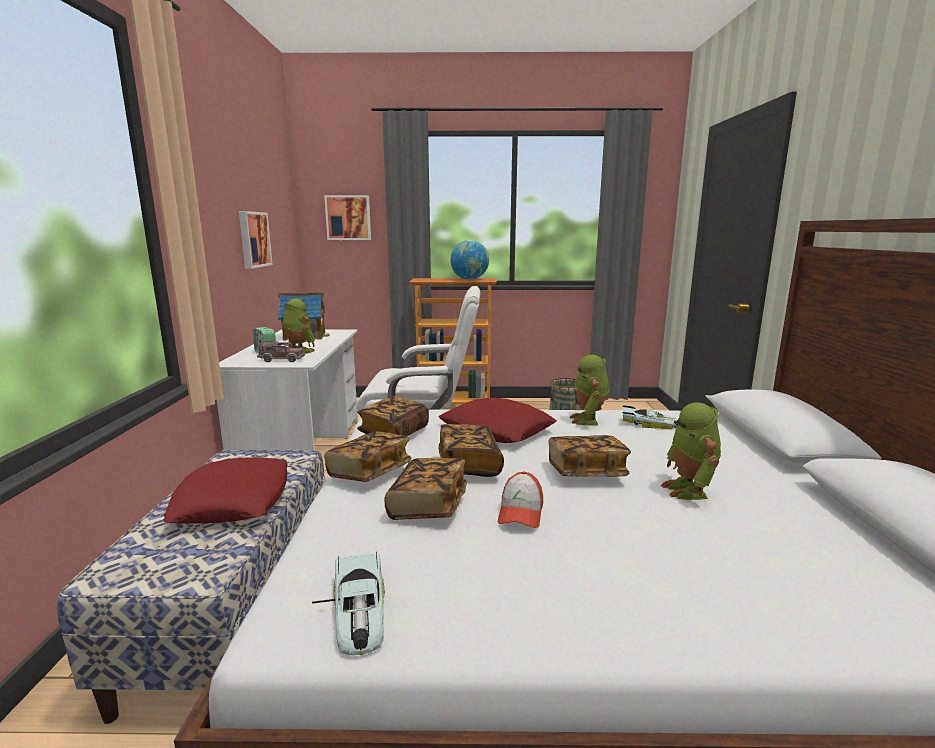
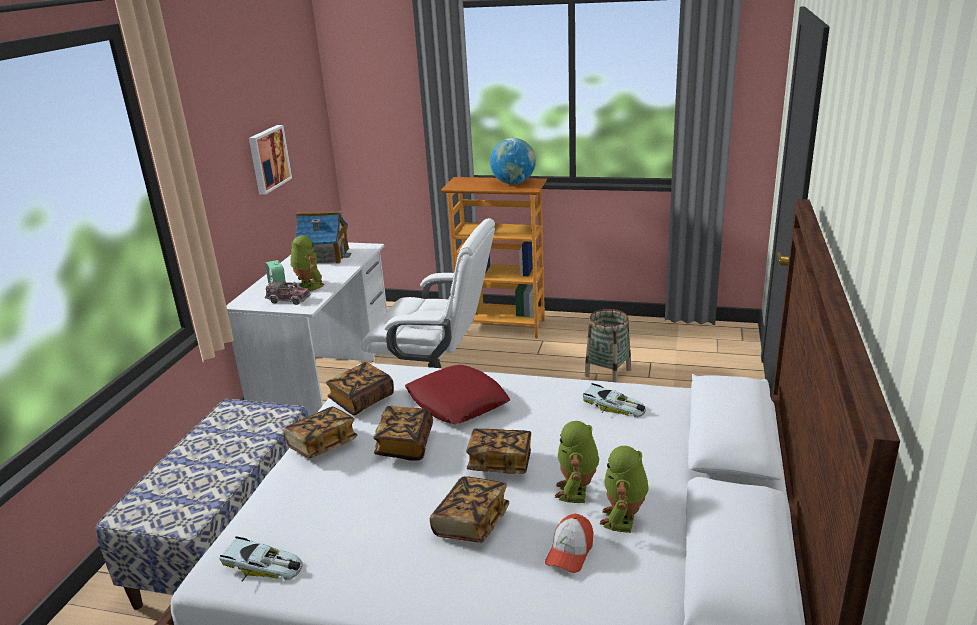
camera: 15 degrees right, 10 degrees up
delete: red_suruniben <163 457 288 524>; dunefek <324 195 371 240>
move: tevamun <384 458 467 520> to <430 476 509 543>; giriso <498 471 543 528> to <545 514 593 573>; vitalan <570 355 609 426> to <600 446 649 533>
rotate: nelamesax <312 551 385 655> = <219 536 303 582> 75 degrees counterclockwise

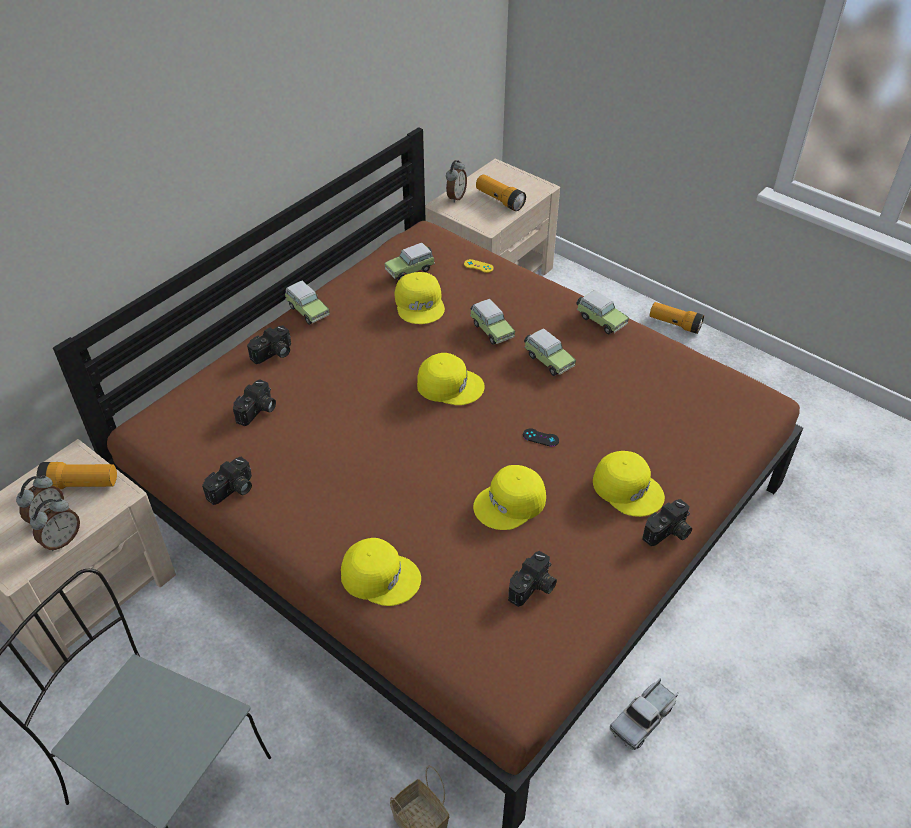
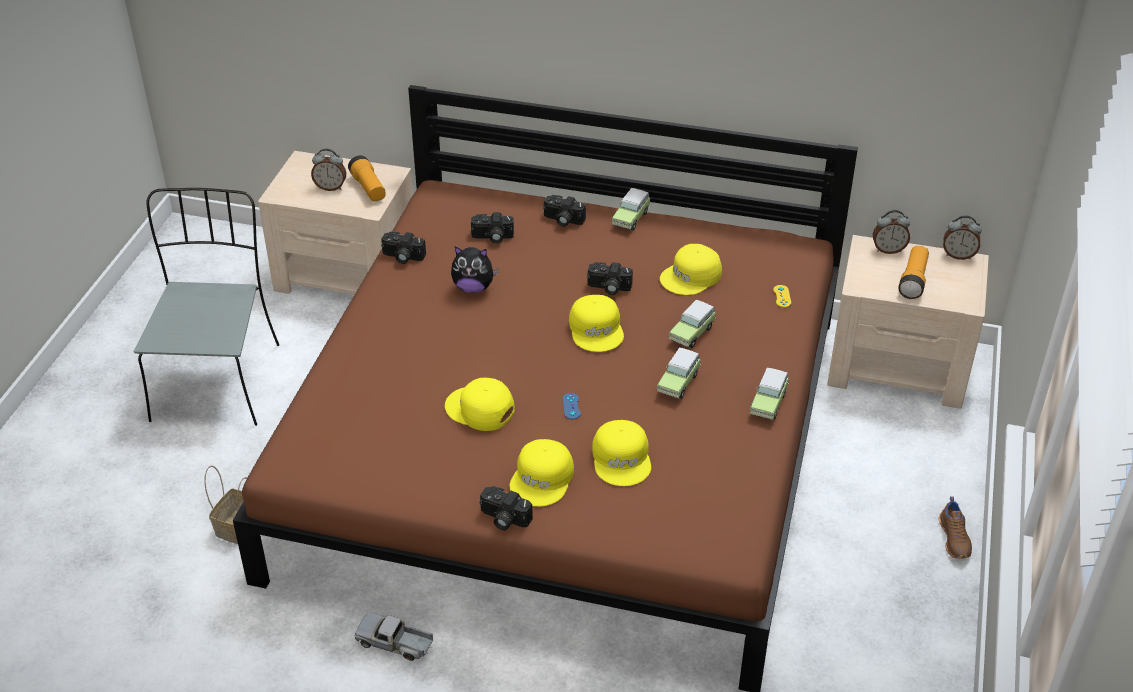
camera: 65 degrees right, 5 degrees down
delete: nelamesax <384 243 435 280>
insert: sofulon <451 246 499 293>
move: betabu <508 551 557 607> to <587 262 633 295>; yellow_giriso <341 538 421 606> to <592 420 651 486>; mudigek <30 498 80 551> to <943 215 982 260>
replace: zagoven <649 302 704 334> to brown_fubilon <939 496 972 559>
recolor: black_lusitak <523 428 559 447> to blue_lusitak <563 393 581 420>

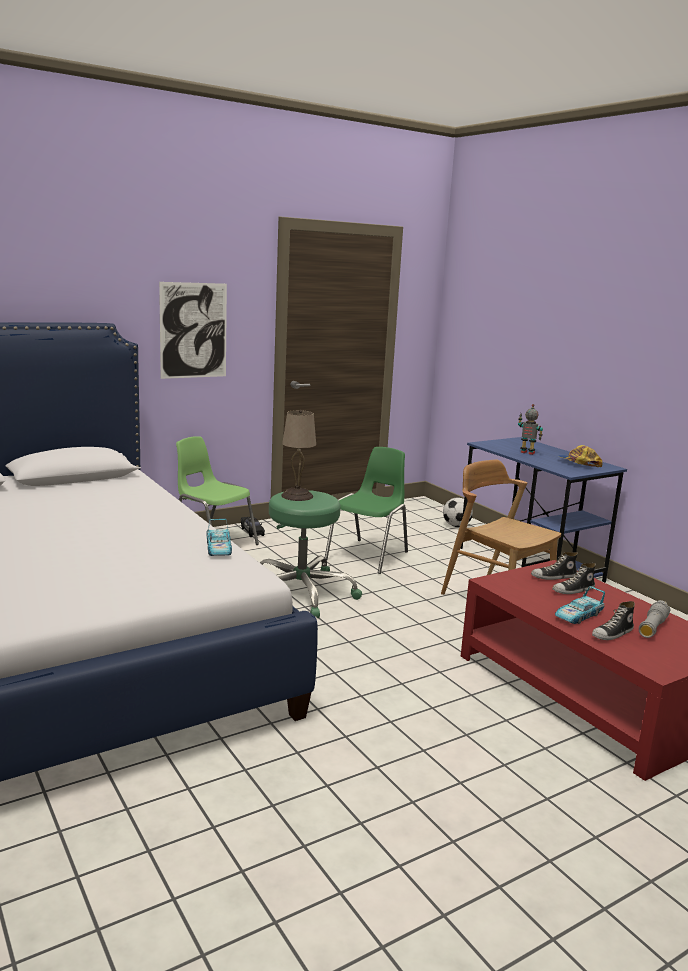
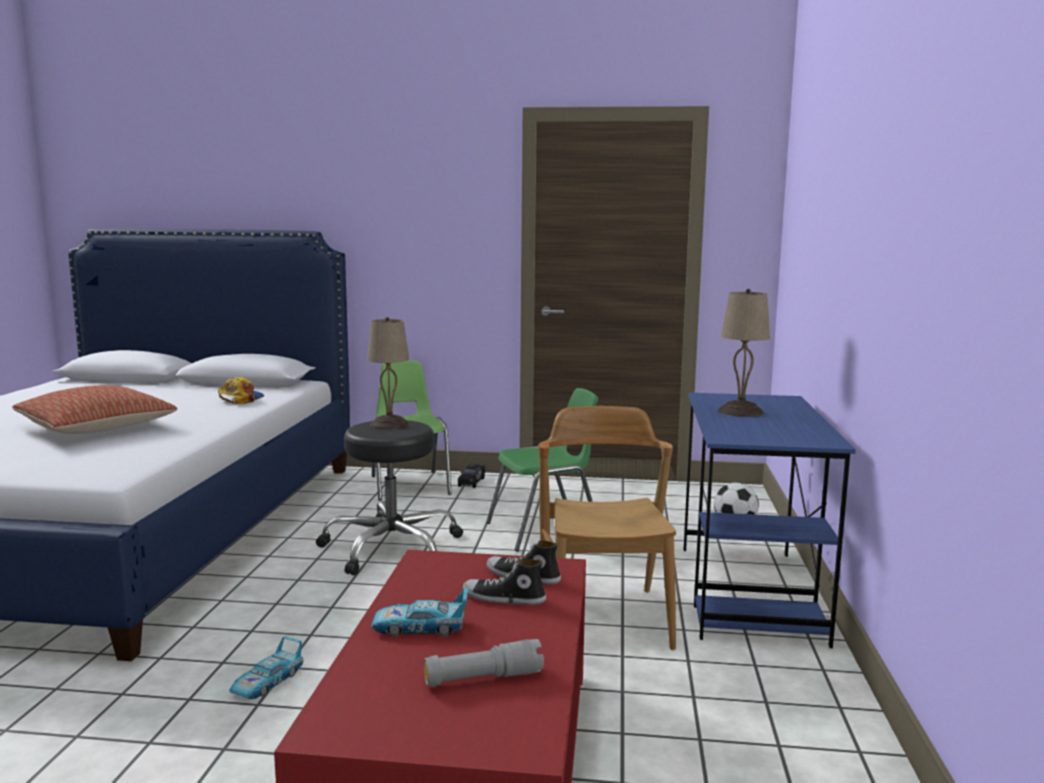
camera: 40 degrees right, 5 degrees down
delete: dunefek <159 282 227 379>; fubilon <592 601 635 640>
insert: suruniben <12 385 178 434>
move: giriso <558 445 602 467> to <218 377 264 404>; nelamesax <207 519 232 556> to <229 636 303 699>
replace: vitalan <518 404 543 455> to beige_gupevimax <718 289 770 417>
recolor: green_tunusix <260 490 362 618> to black_tunusix <316 420 463 575>

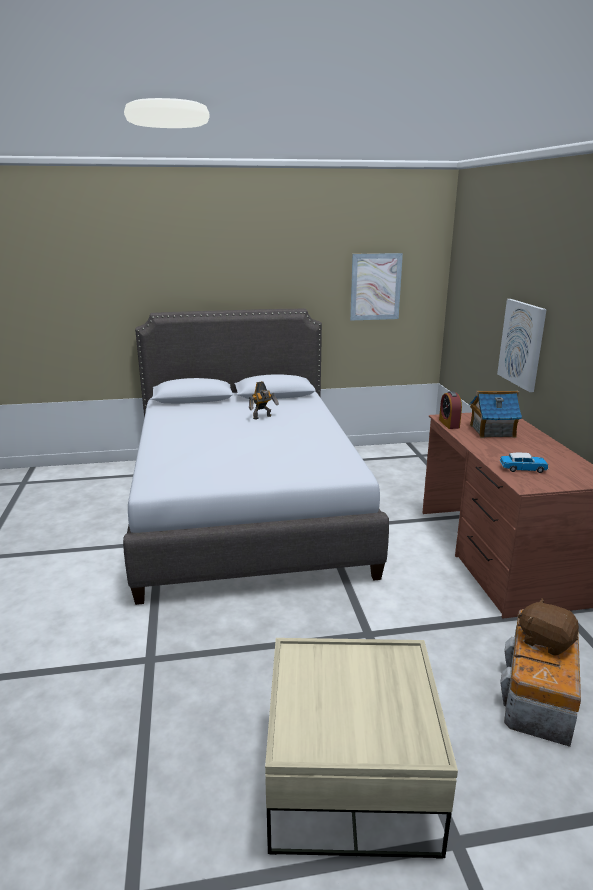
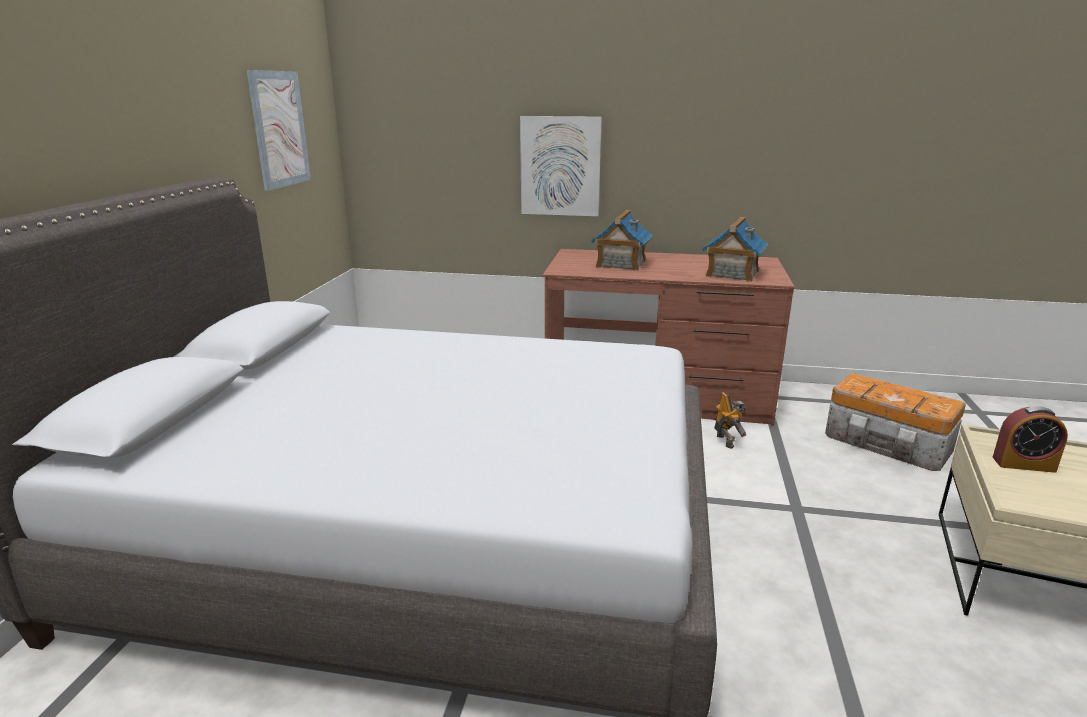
camera: 70 degrees left, 0 degrees up
delete: brown_sofulon <517 598 579 656>
move: vitalan <249 381 279 419> to <714 391 746 449>; mudigek <439 391 462 429> to <993 406 1068 473>
replace: nelamesax <500 453 548 473> to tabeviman <702 217 768 282>

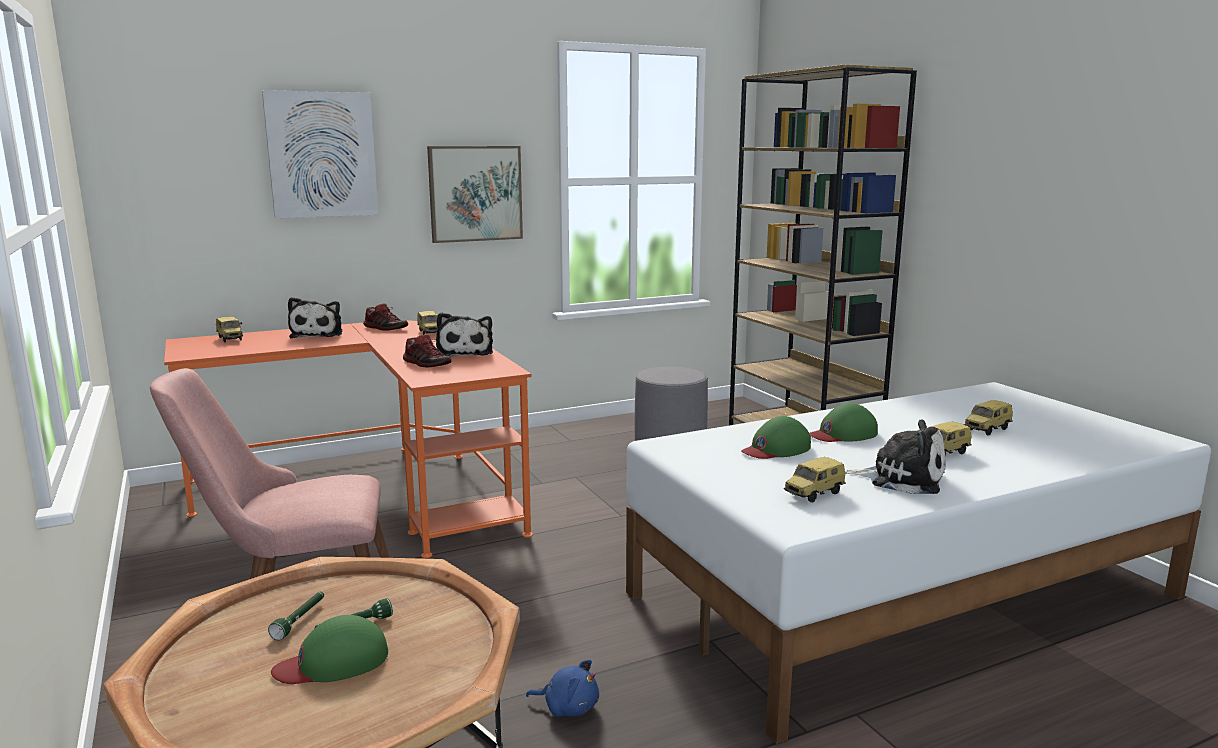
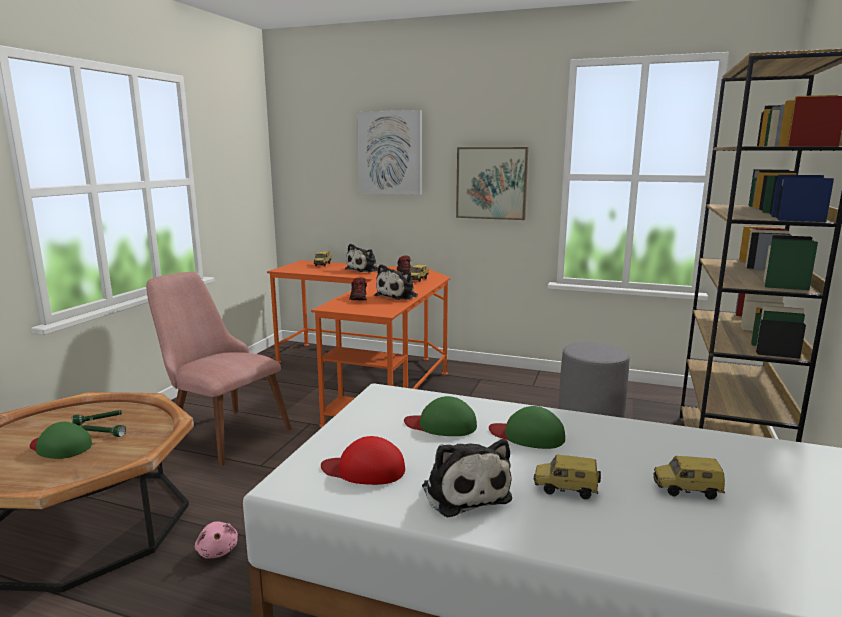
camera: 45 degrees right, 0 degrees up
replace: nelamesax <784 457 846 503> to red_giriso <321 436 405 485>
recolor: blue_sofulon <526 659 599 717> to pink_sofulon <195 521 238 558>

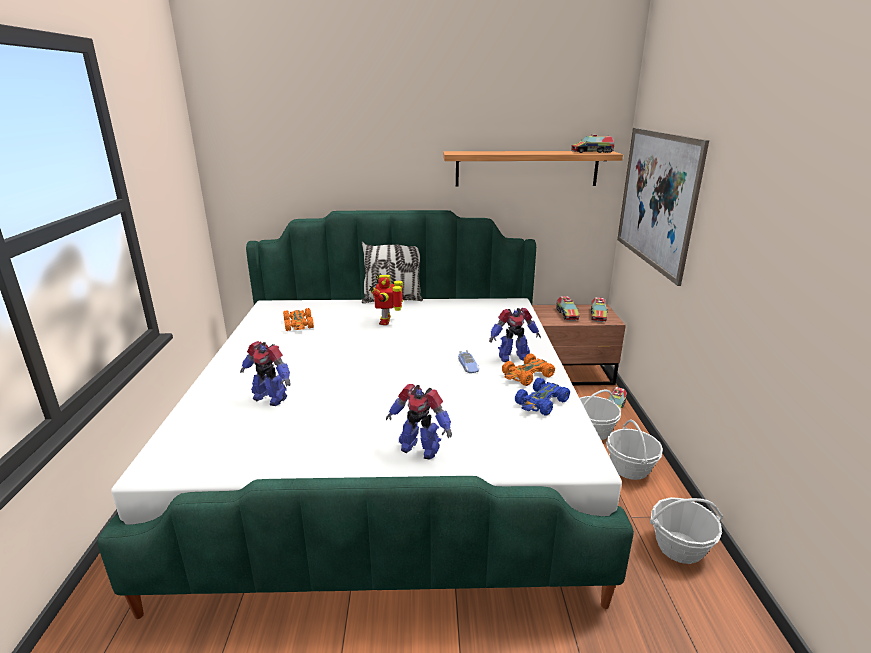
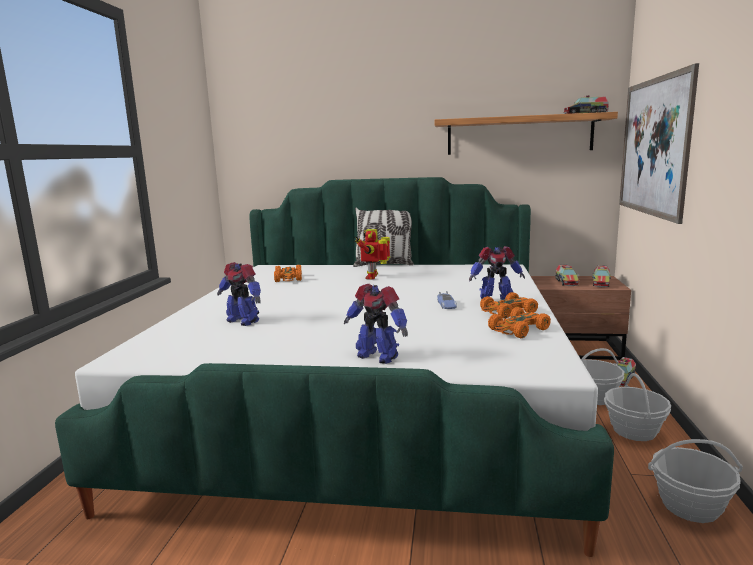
camera: 10 degrees right, 10 degrees down
recolor: blue_nelamesax <515 377 570 416> to orange_nelamesax <488 307 551 338>

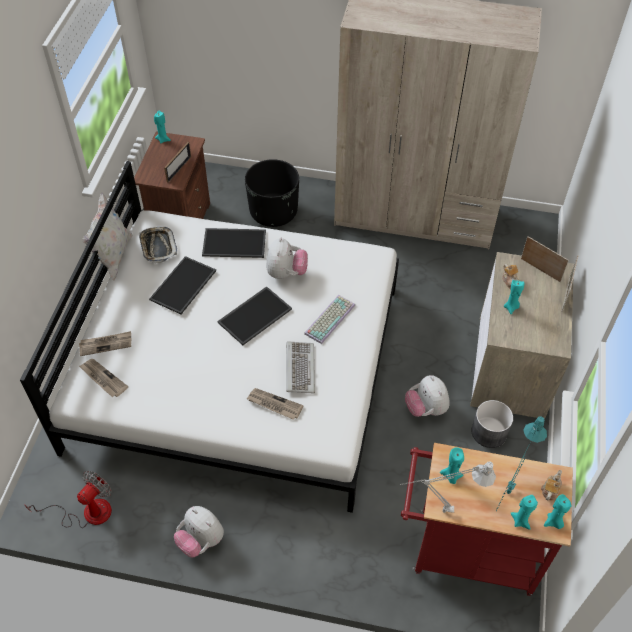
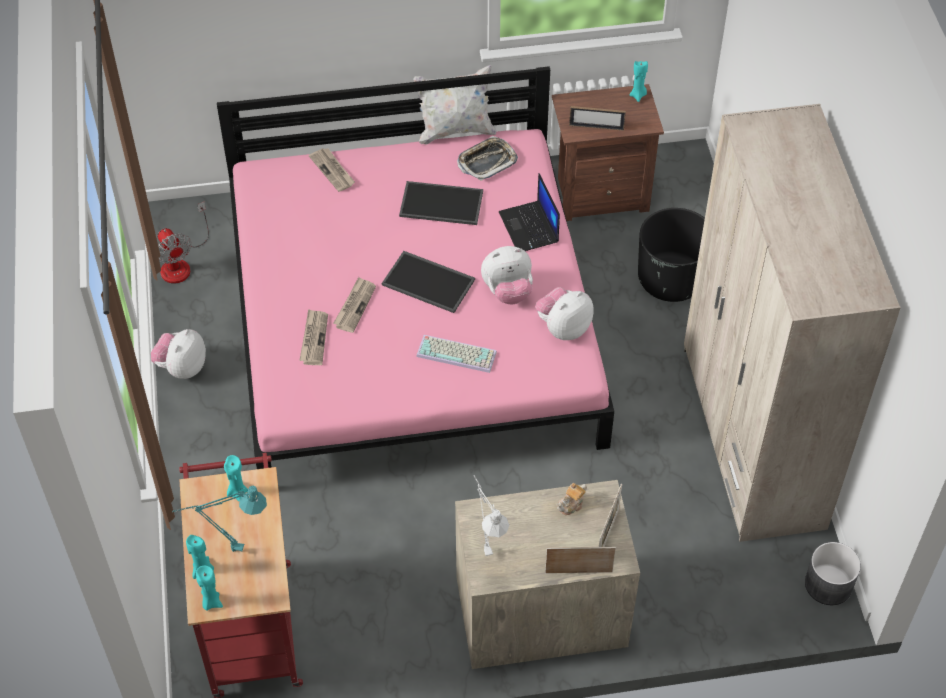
camera: 70 degrees right, 0 degrees up
delete: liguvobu <286 341 315 393>; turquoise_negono <504 280 524 314>; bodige <541 470 562 500>
move: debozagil <79 359 128 397> to <333 277 376 333>; grey_gupevimax <400 461 496 513> to <473 475 509 556>; sofulon <405 375 450 417> to <535 287 593 340>; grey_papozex <472 400 513 448> to <805 542 861 605>
replace: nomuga <202 228 266 258> to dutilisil <499 173 560 251>
recolor: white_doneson <20 161 399 513> to pink_doneson <217 66 614 469>
rotate: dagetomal <24 471 112 528> = <158 202 209 283> 45 degrees clockwise

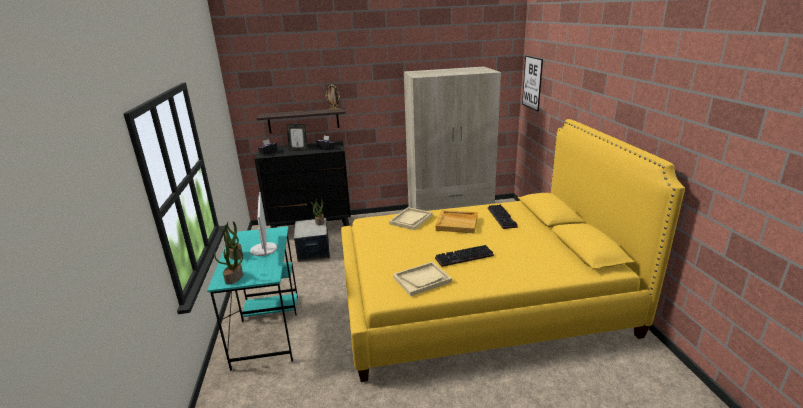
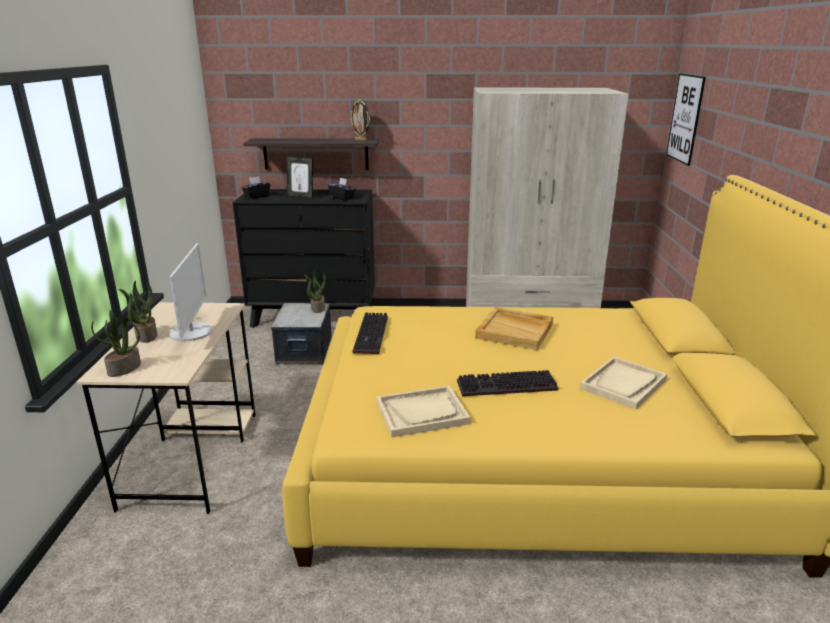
camera: 10 degrees right, 0 degrees up
move: liguvobu <488 204 518 229> to <353 312 388 354>; beige_nomuga <389 207 432 230> to <580 356 667 410>
recolor: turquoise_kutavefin <207 226 298 371> to beige_kutavefin <77 302 255 514>

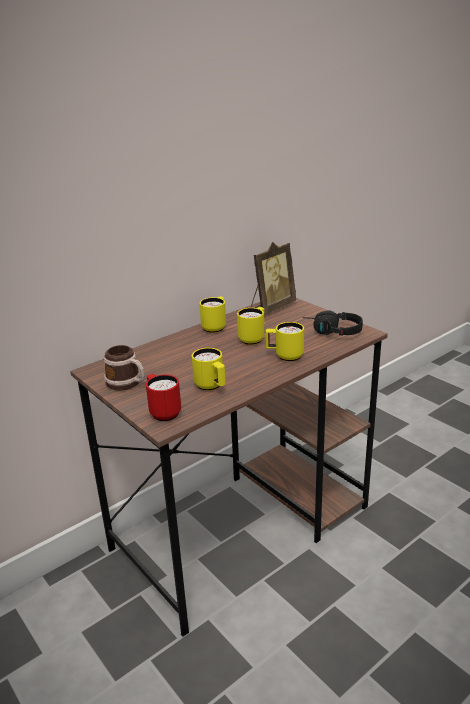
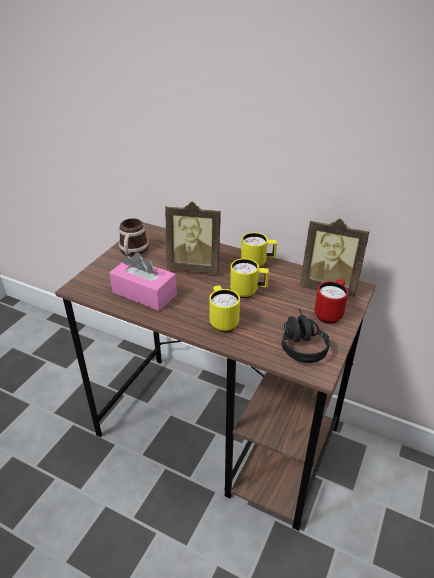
camera: 65 degrees right, 10 degrees up
insert: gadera <165 201 221 274>
move: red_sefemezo <146 374 181 421> to <314 279 348 324>
replace: yellow_sefemezo <192 348 226 391> to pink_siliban <109 253 177 311>

